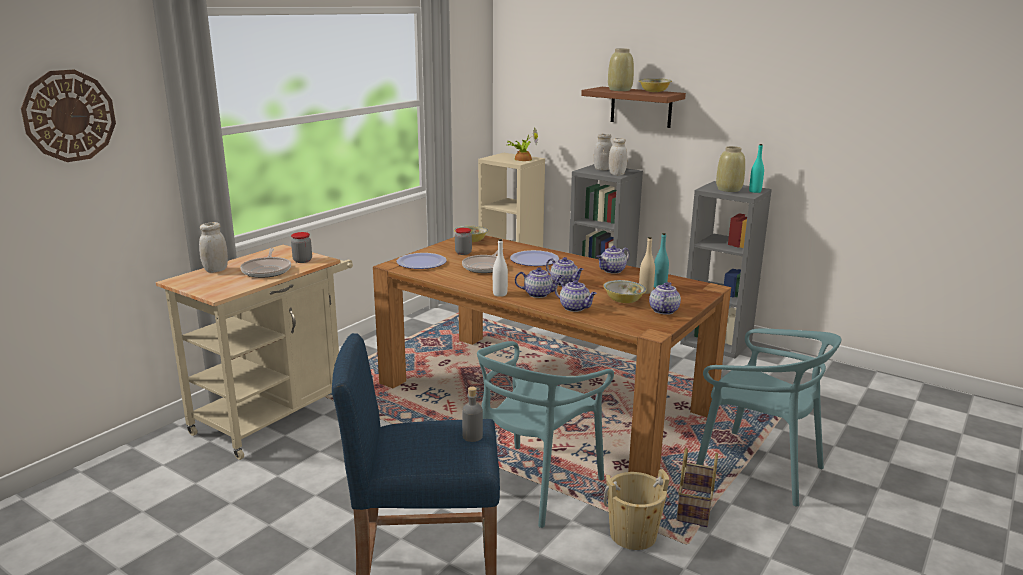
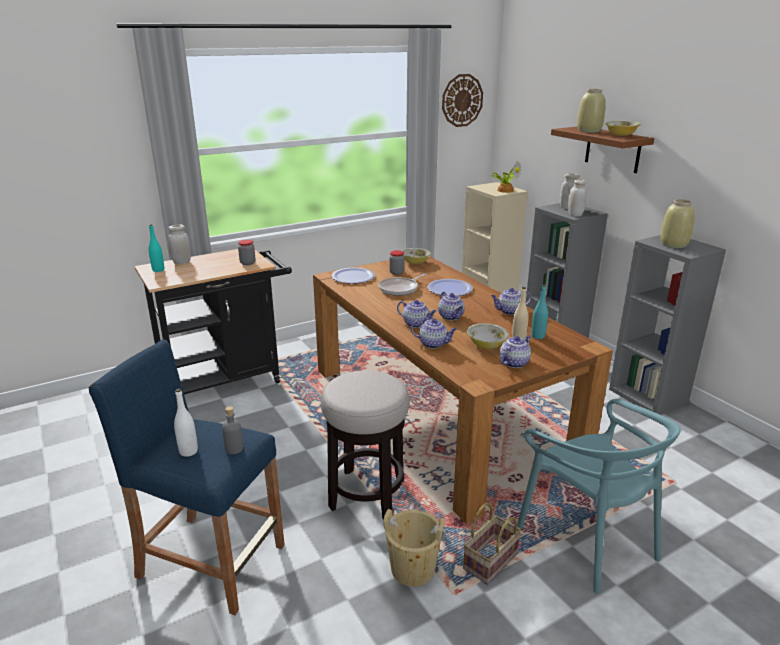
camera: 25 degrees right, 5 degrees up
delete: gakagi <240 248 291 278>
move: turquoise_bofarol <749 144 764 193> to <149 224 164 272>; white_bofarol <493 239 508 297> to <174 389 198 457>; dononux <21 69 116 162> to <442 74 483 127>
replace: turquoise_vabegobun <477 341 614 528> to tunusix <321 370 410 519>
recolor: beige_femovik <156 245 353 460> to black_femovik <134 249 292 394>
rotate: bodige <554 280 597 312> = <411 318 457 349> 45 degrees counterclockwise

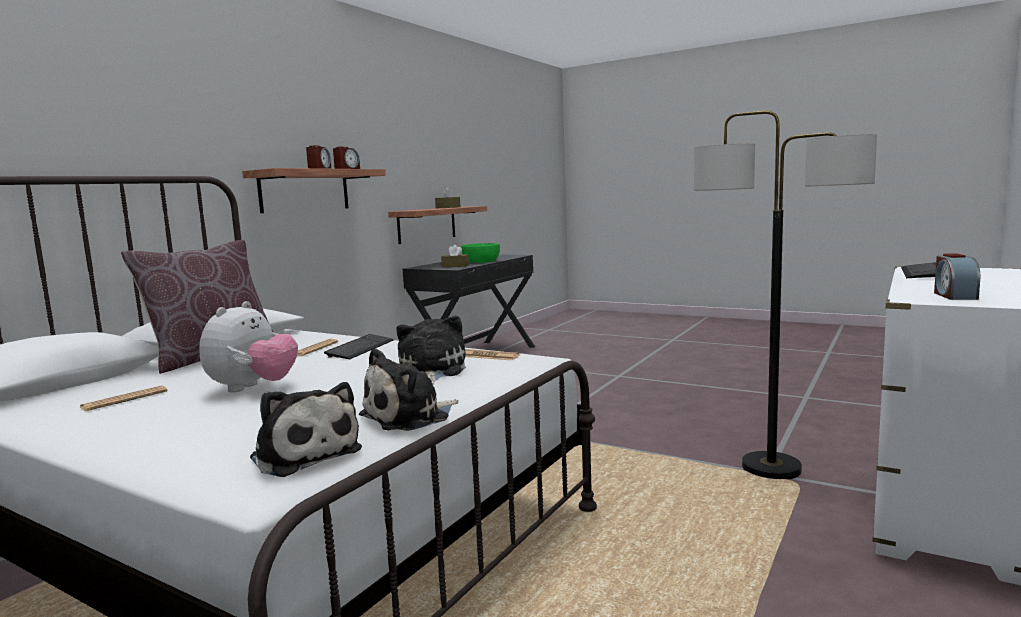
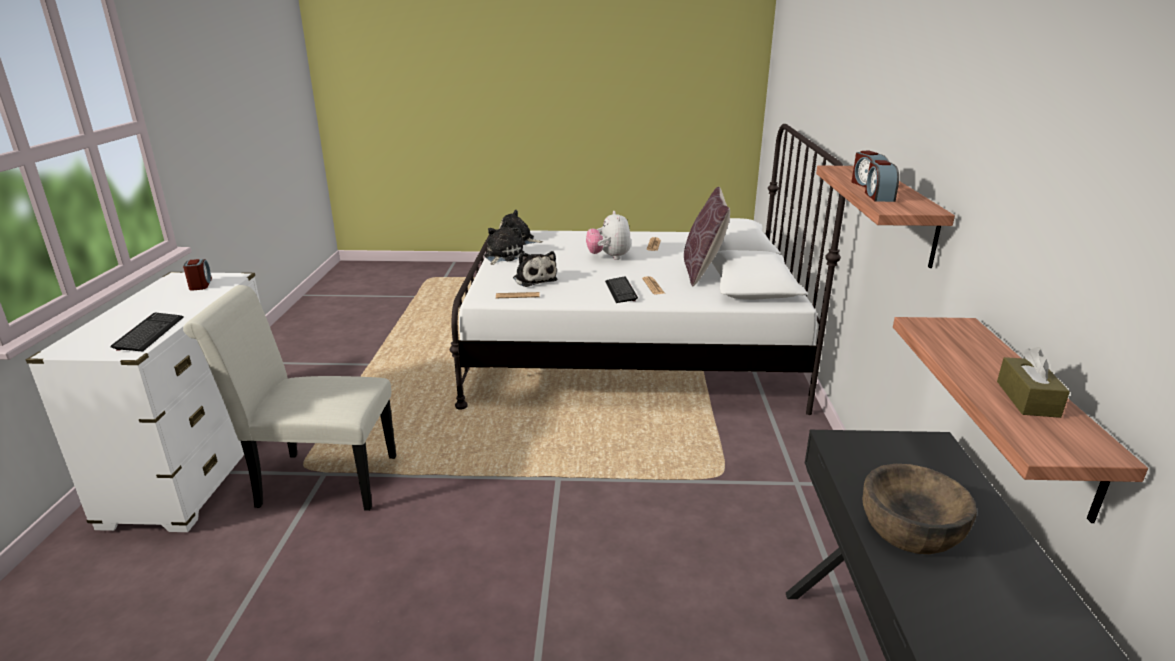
camera: 150 degrees right, 15 degrees up
delete: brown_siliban <441 245 469 267>
replace: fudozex <694 111 877 480> to white_vabegobun <183 285 396 511>
recolor: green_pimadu <461 243 500 263> to brown_pimadu <862 464 977 554>

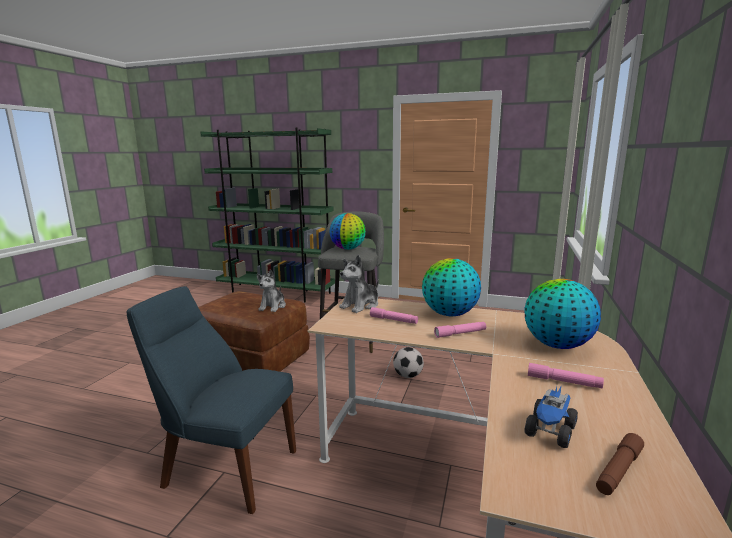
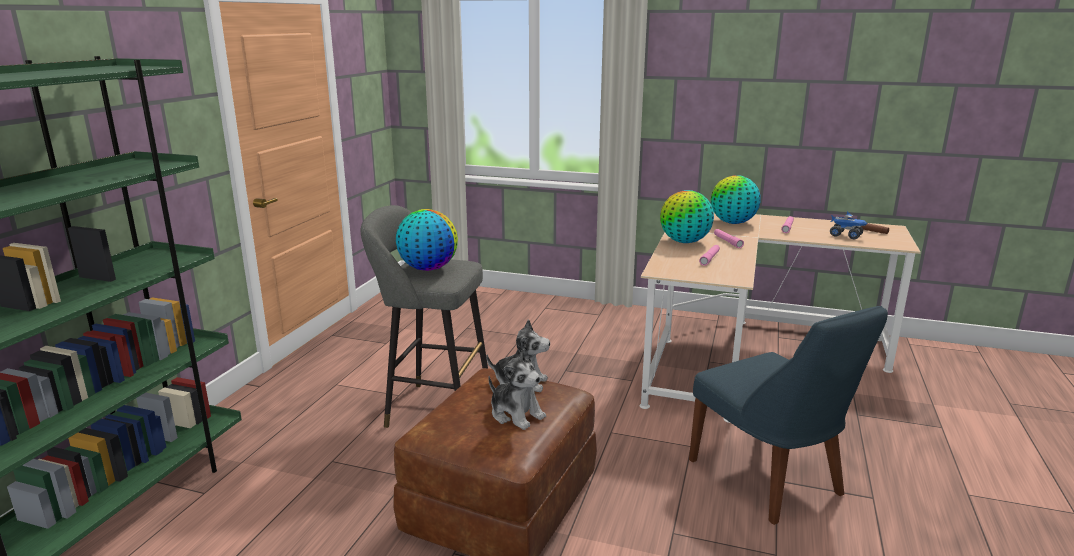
camera: 90 degrees left, 5 degrees up
delete: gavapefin <393 347 424 378>
move: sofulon <339 255 379 313> to <488 348 546 430>
rotate: blue_vabegobun <127 286 296 514> = <689 306 888 525> 45 degrees counterclockwise

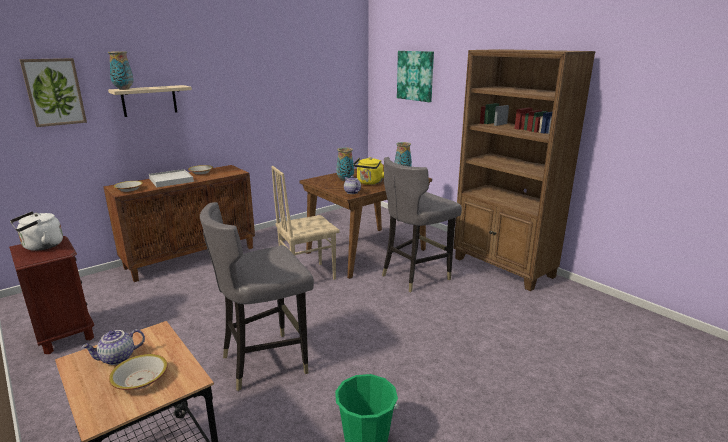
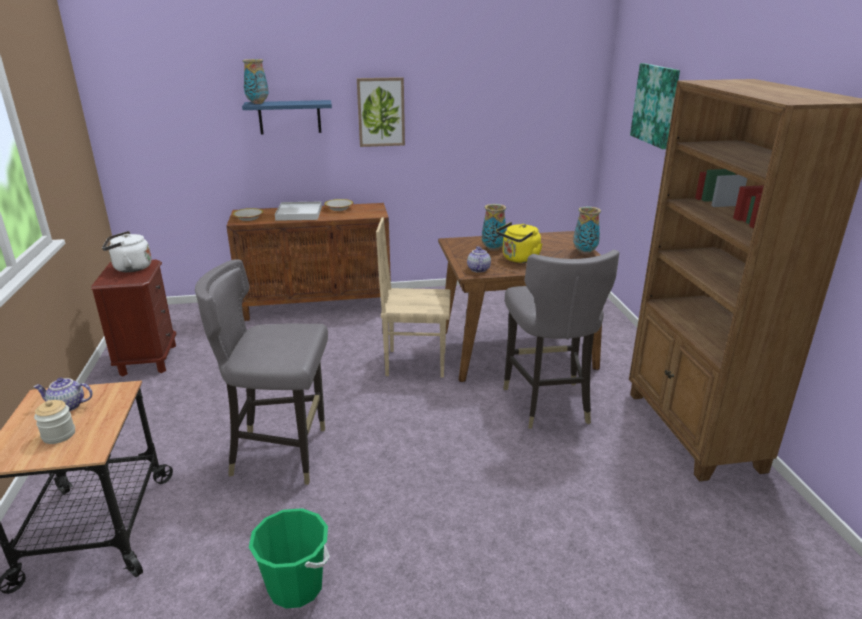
camera: 30 degrees right, 5 degrees up
move: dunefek <19 58 87 127> to <357 77 405 147>
replace: pimadu <109 354 168 390> to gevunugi <34 400 75 444>
recolor: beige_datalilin <108 85 192 117> to blue_datalilin <242 100 332 135>
rotate: grey_vabegobun <382 157 462 292> = <503 250 619 429> 90 degrees counterclockwise

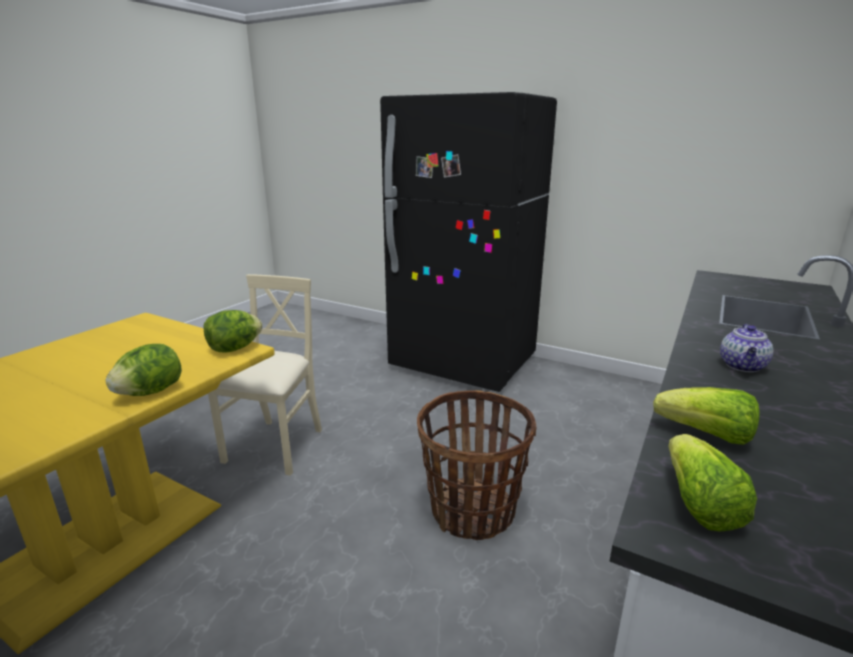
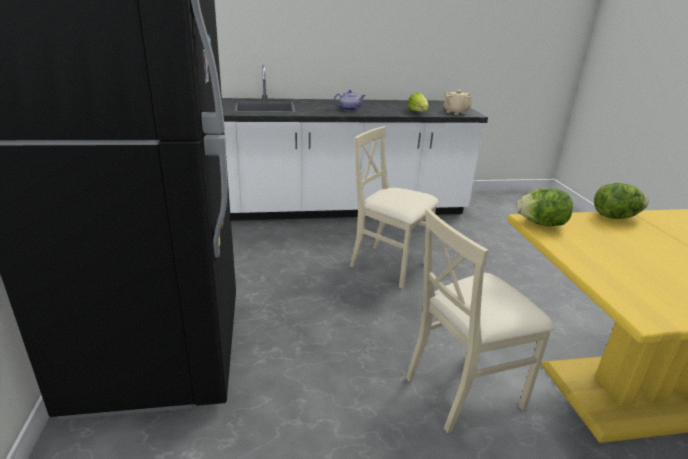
camera: 130 degrees left, 5 degrees up
replace: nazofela <417 390 537 540> to beige_vabegobun <350 126 439 289>; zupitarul <668 434 757 531> to beige_bodige <444 90 472 115>

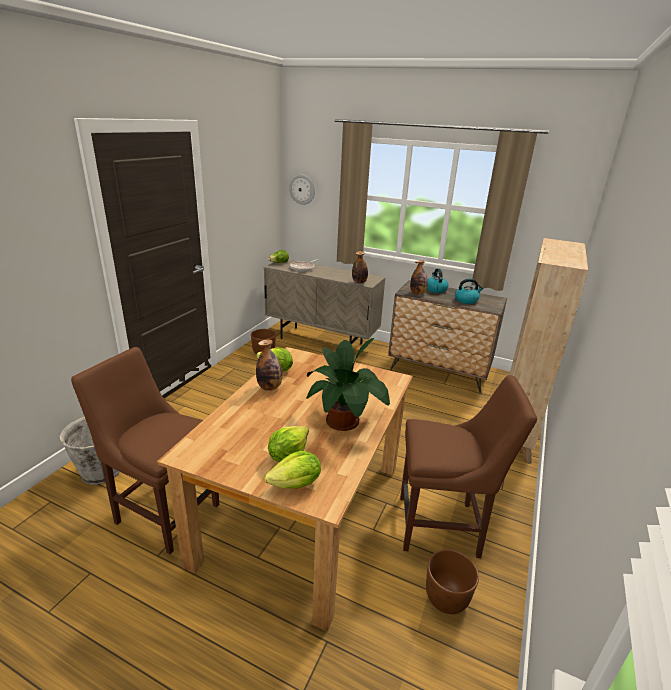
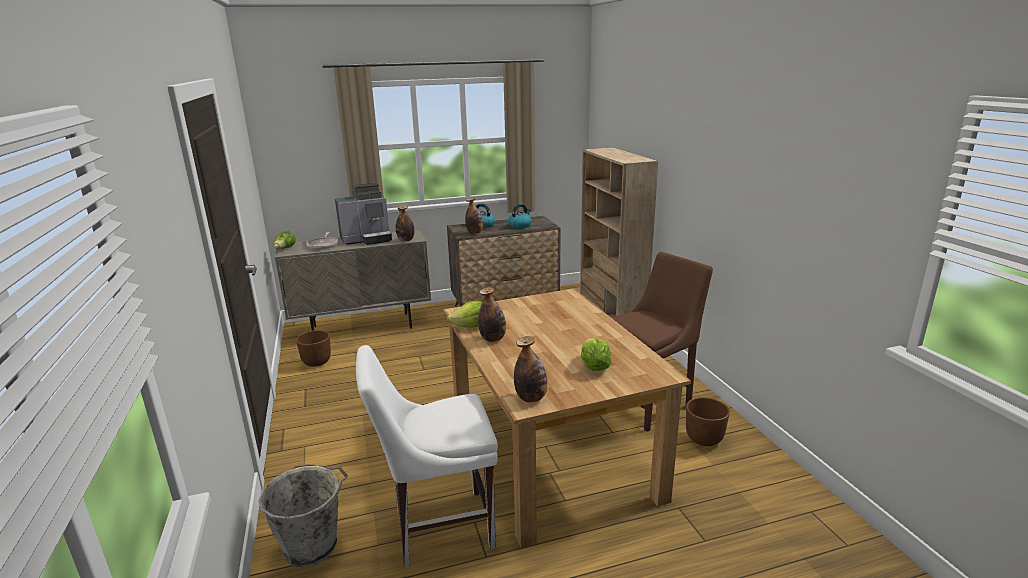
camera: 40 degrees left, 5 degrees down
delete: zupitarul <264 451 321 489>; dononux <289 175 315 205>; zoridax <307 338 390 431>
insert: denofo <335 182 392 245>; bofarol <514 336 547 402>
recolor: brown_vabegobun <71 347 219 554> to white_vabegobun <356 345 498 568>

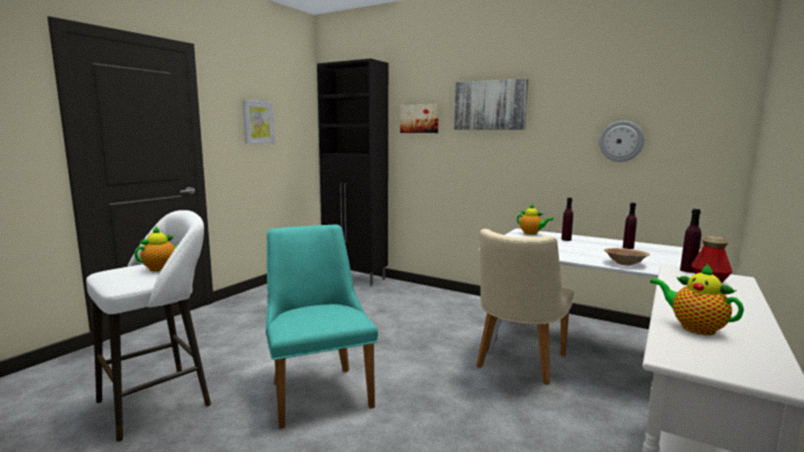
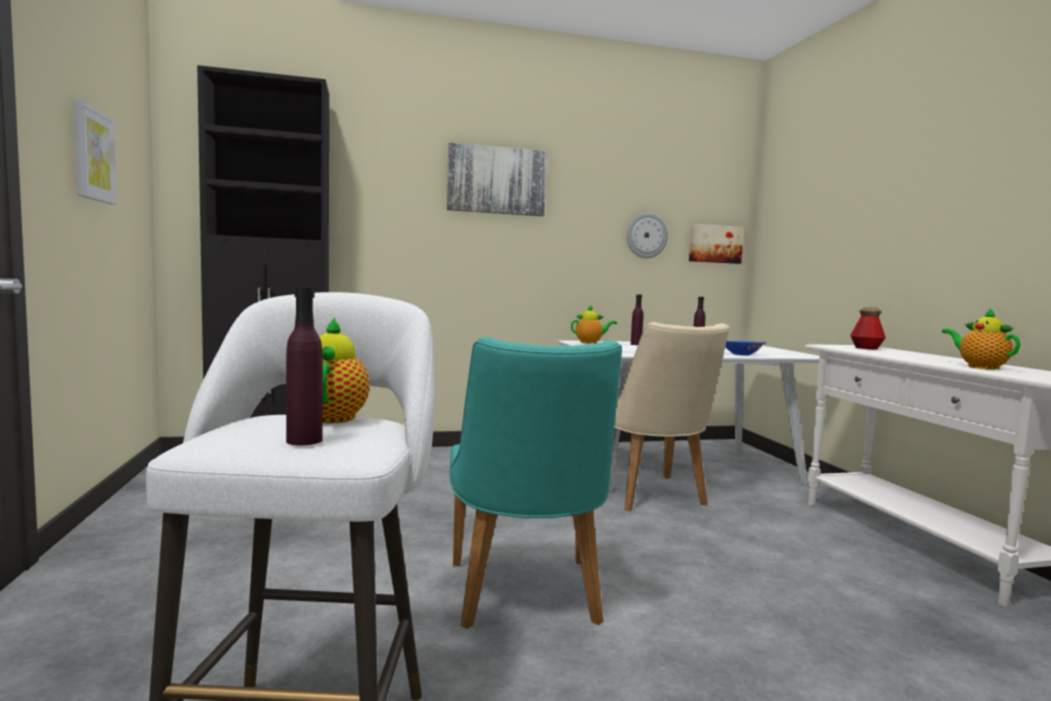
camera: 45 degrees left, 5 degrees down
move: purple_bofarol <680 209 701 273> to <286 287 323 445>; dunefek <400 104 439 133> to <689 224 744 264>
recolor: brown_pimadu <604 248 650 266> to blue_pimadu <725 341 767 356>
rotate: turquoise_vabegobun <266 224 378 429> = <450 337 622 629> 120 degrees counterclockwise; bodige <650 263 744 335> = <942 308 1020 370> 60 degrees clockwise

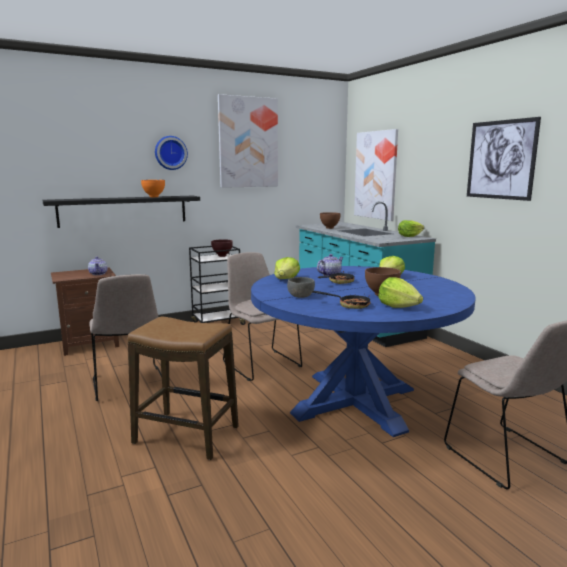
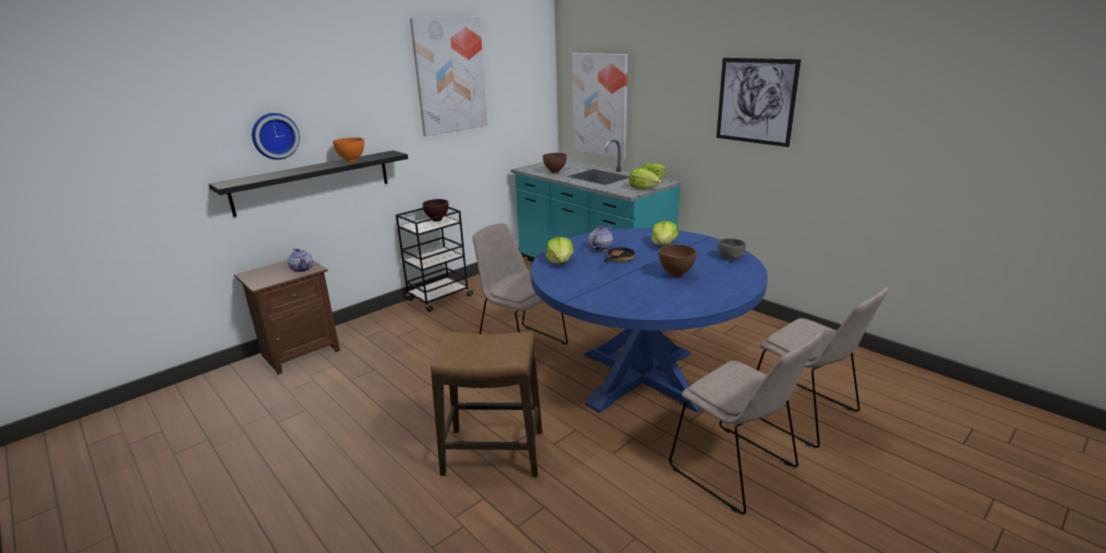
camera: 15 degrees left, 10 degrees up
delete: gakagi <312 291 371 309>
move: dononux <155 136 188 170> to <252 113 300 160>; zupitarul <378 277 423 308> to <629 168 661 189>; beige_vabegobun <89 274 162 401> to <669 332 822 514>; grey_pimadu <287 277 315 298> to <717 238 746 260>

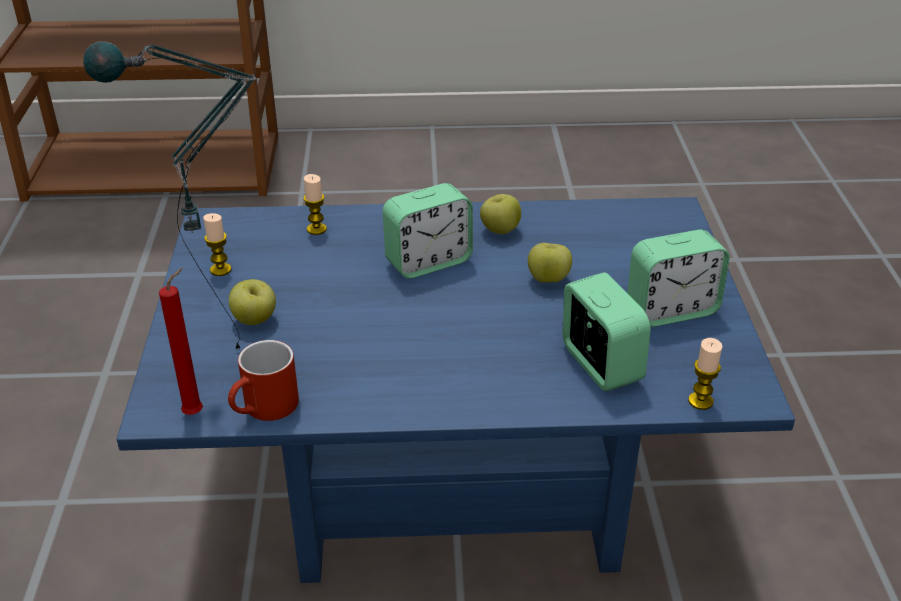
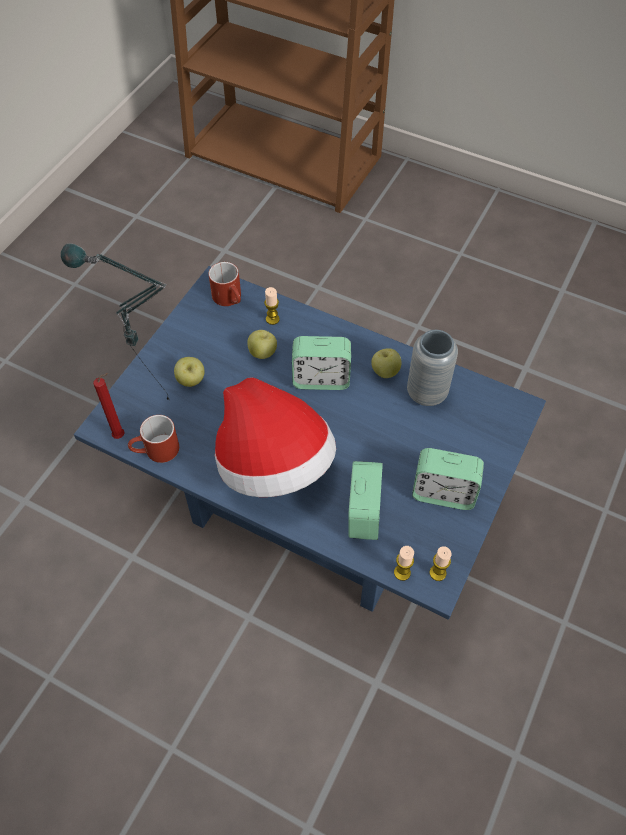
camera: 30 degrees right, 20 degrees up
insert: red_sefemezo <209 262 241 306>; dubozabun <215 378 336 497>; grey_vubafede <407 330 458 406>
move: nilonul <528 243 572 283> to <247 330 277 359>; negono <203 213 232 276> to <430 546 452 581>

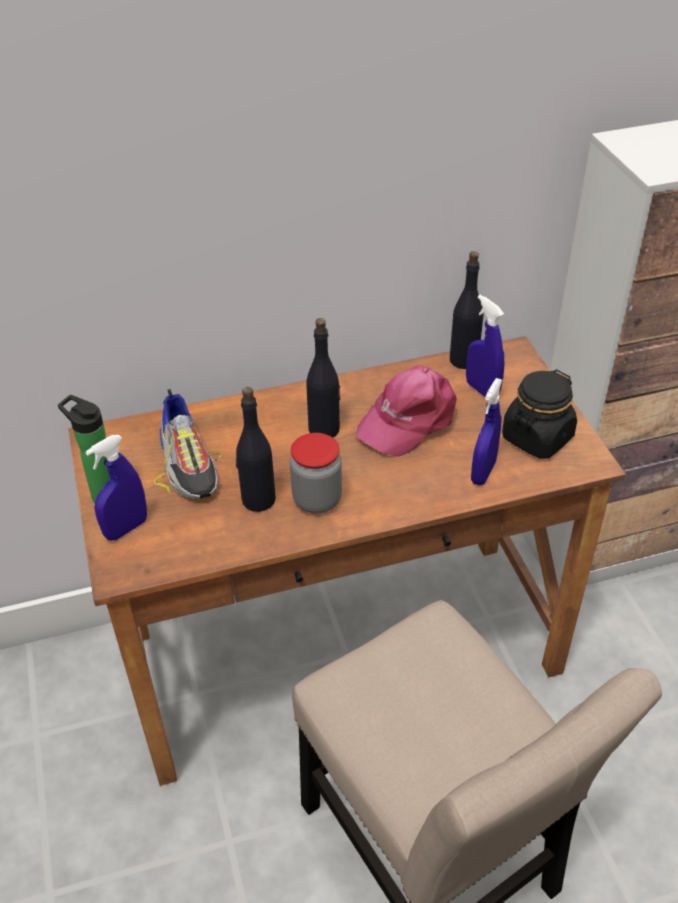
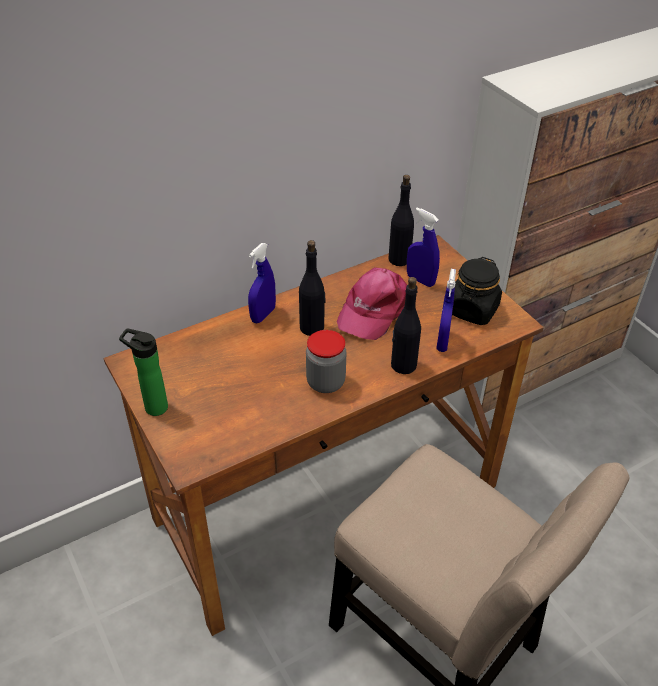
camera: 15 degrees left, 0 degrees up
delete: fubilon <154 389 221 499>
move: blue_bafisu <85 435 147 541> to <248 243 276 323>; black_bofarol <236 387 276 512> to <391 277 421 374>

